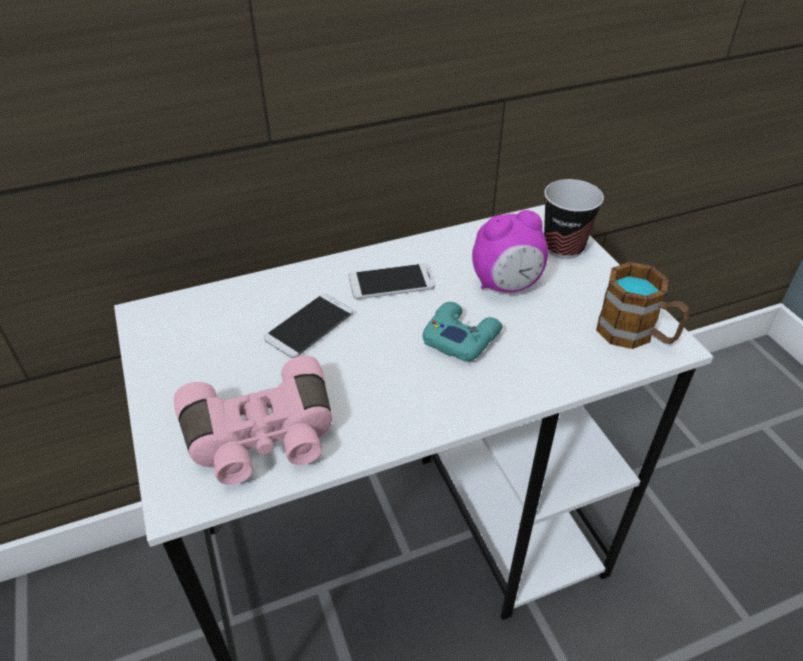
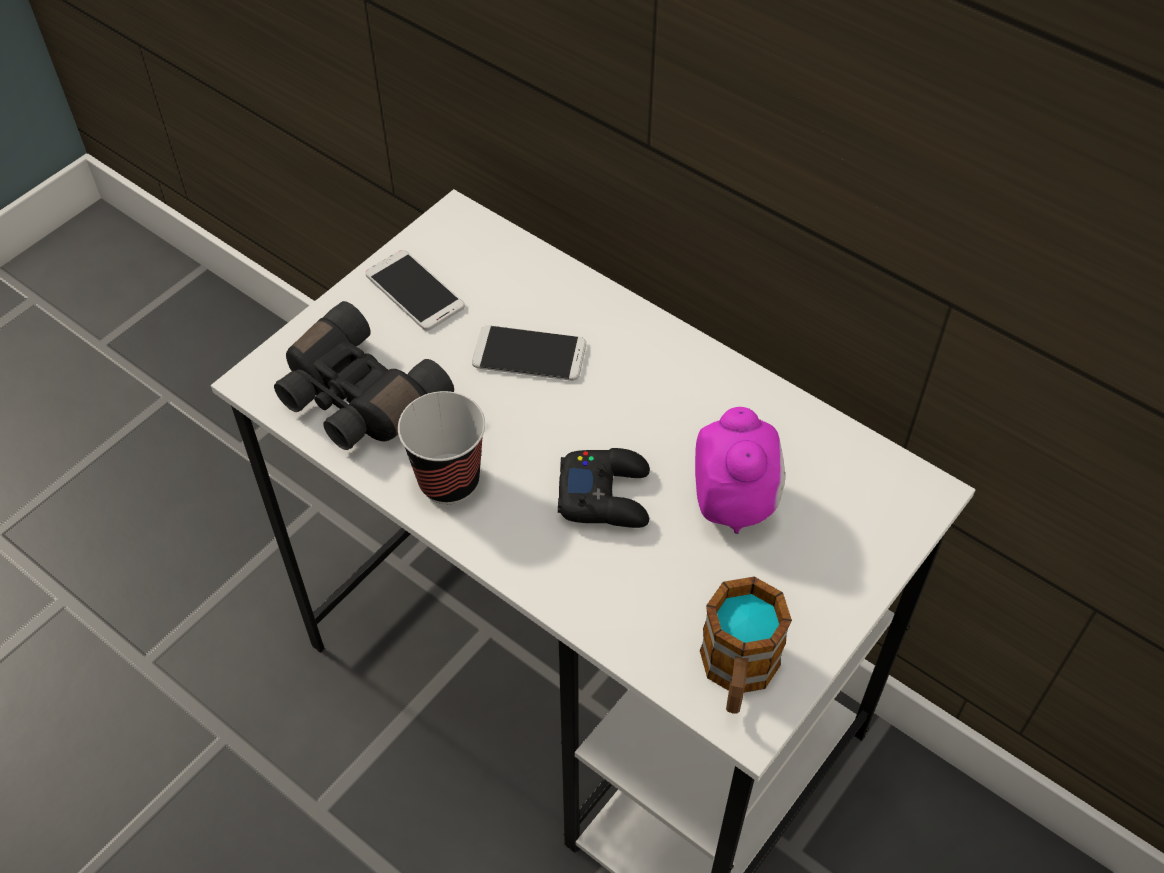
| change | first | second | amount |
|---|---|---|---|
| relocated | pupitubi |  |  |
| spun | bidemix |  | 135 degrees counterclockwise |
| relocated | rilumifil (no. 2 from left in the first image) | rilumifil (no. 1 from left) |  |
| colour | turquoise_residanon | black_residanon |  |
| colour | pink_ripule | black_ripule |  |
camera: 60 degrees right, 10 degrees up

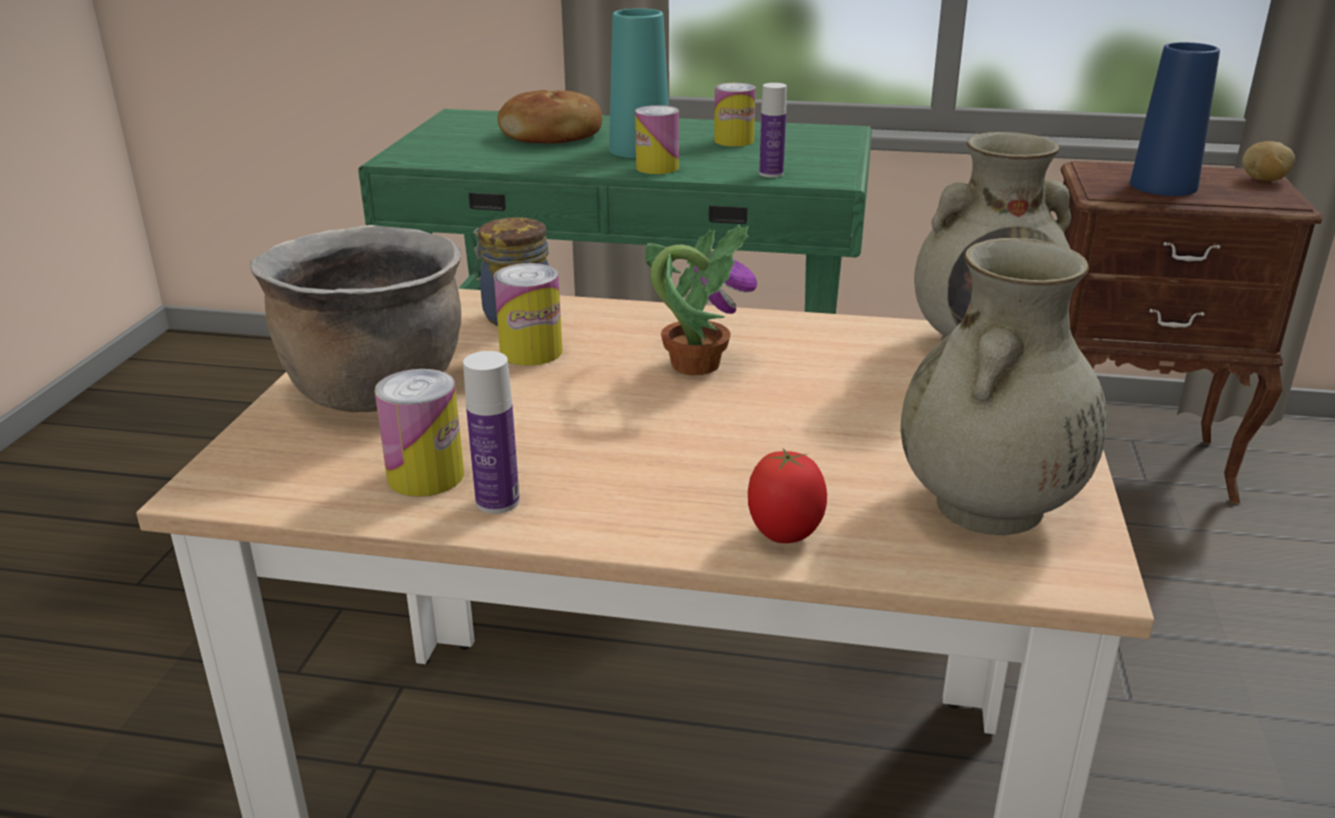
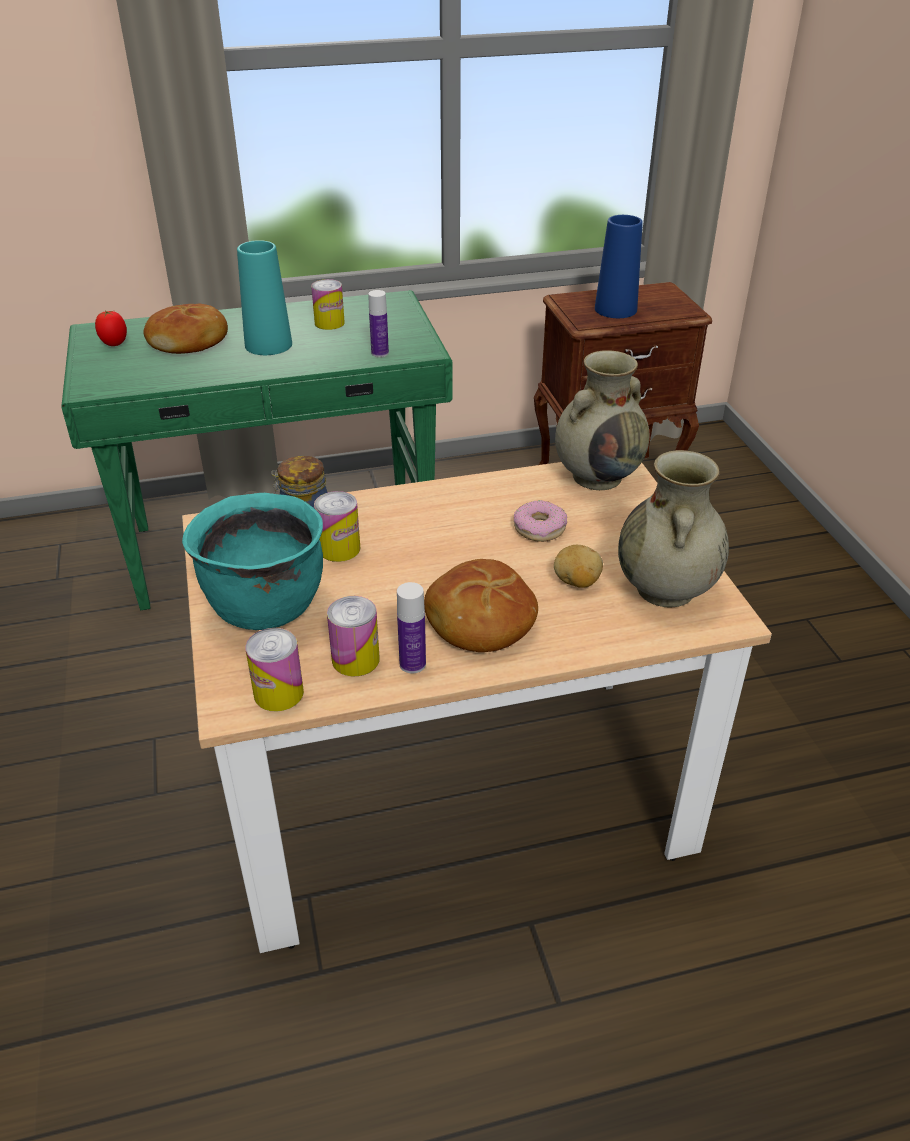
| change | first | second | amount |
|---|---|---|---|
| relocated | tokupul (no. 3 from left in the first image) | tokupul (no. 1 from left) |  |
| relocated | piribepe |  |  |
| missing | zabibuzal |  |  |
| colour | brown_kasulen | turquoise_kasulen |  |
| relocated | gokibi |  |  |
| appeared |  | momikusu |  |
| appeared |  | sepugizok (no. 2 from left) |  |
camera: 25 degrees left, 10 degrees up

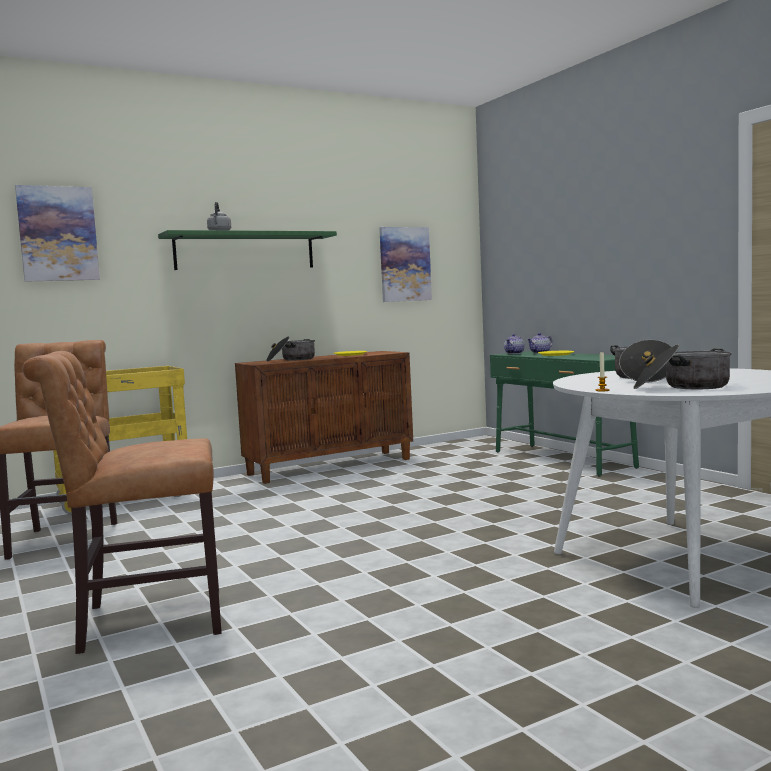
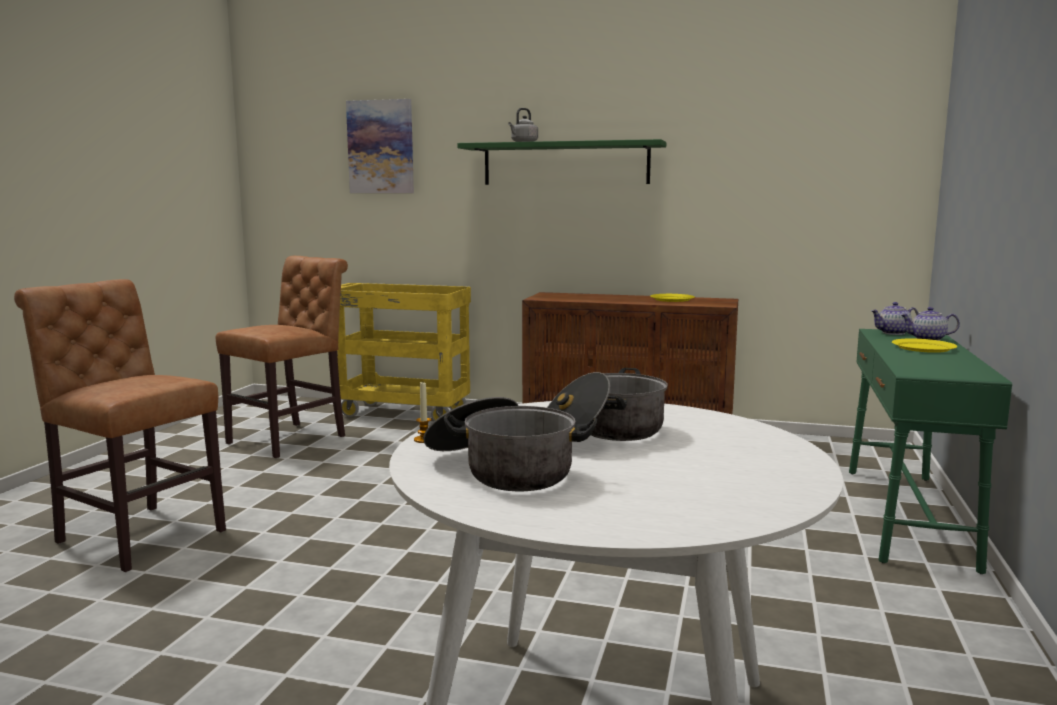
| change | first | second | amount |
|---|---|---|---|
| missing | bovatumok (no. 2 from left) |  |  |
| missing | kasulen (no. 1 from left) |  |  |
camera: 45 degrees right, 5 degrees up

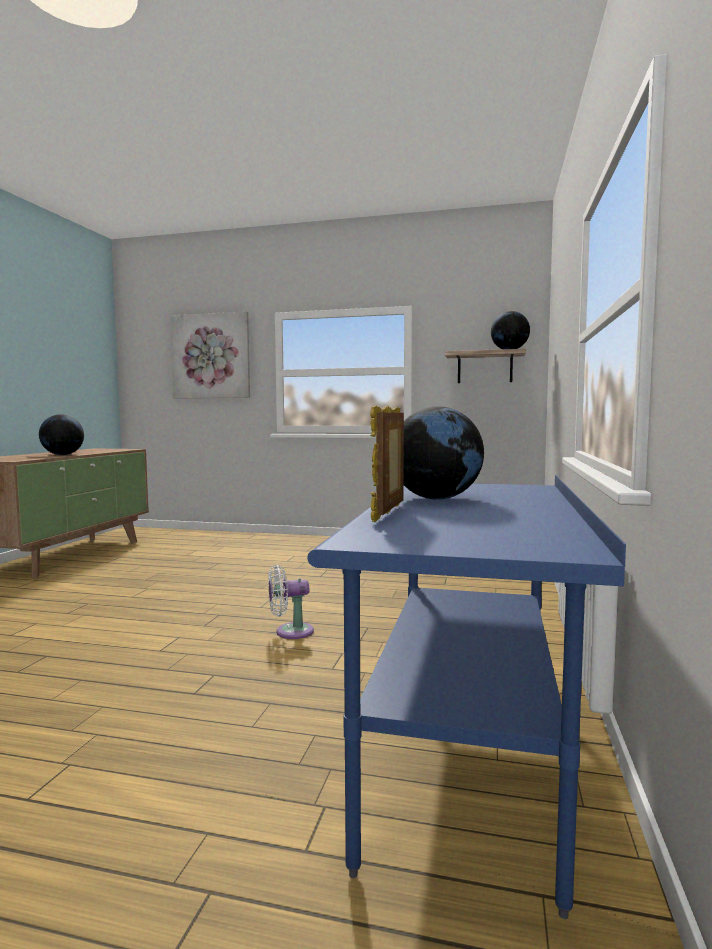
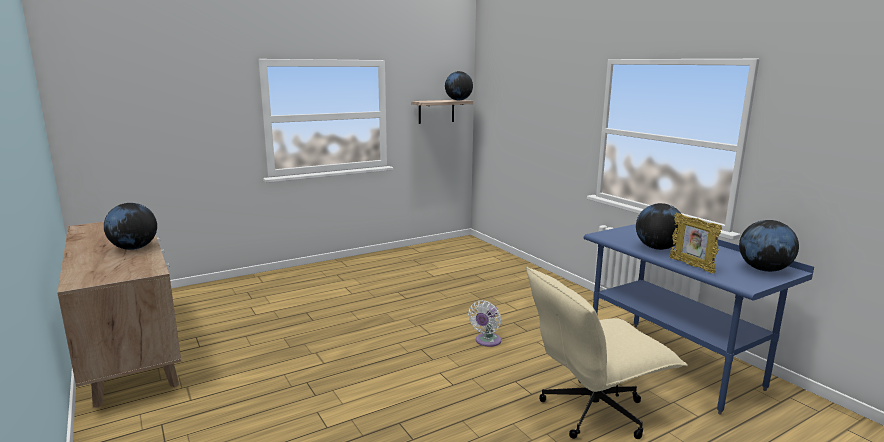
| change | first | second | amount |
|---|---|---|---|
| missing | bovatumok |  |  |
| appeared |  | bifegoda (no. 4 from left) |  |
| appeared |  | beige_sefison |  |
camera: 45 degrees left, 10 degrees up

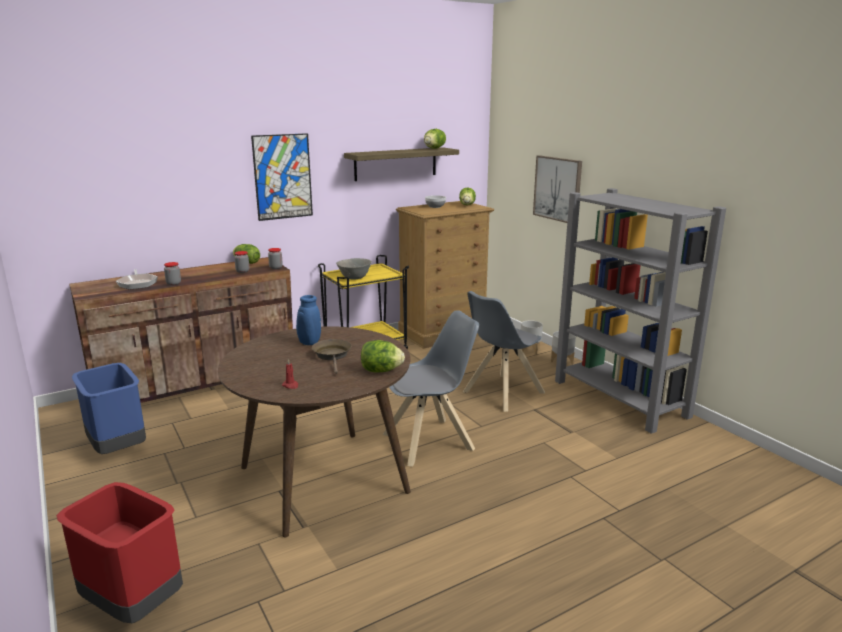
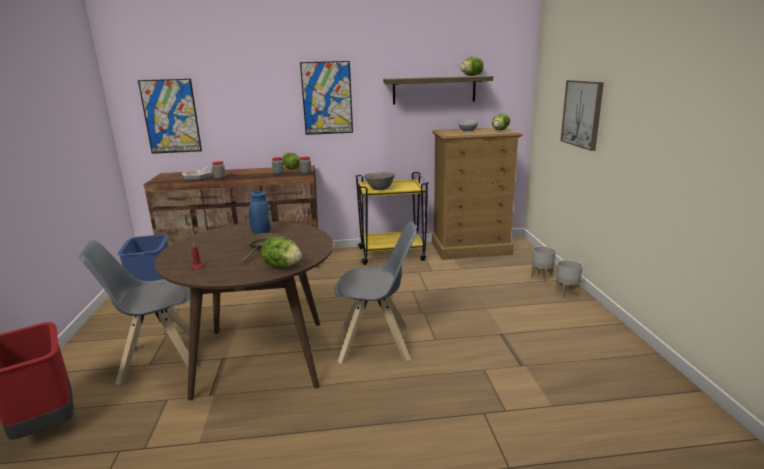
| change | first | second | amount |
|---|---|---|---|
| missing | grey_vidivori |  |  |
| relocated | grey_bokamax (no. 2 from left in the first image) | grey_bokamax (no. 1 from left) |  |
| appeared |  | bovatumok (no. 1 from left) |  |
camera: 25 degrees right, 0 degrees up

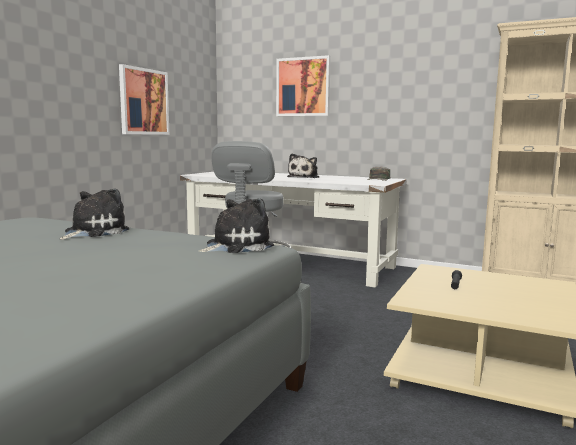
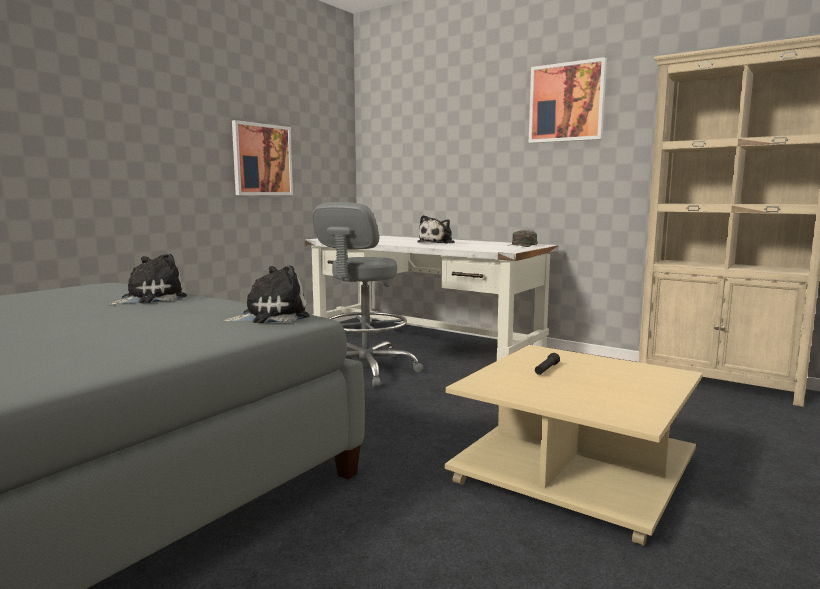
| change | first | second | amount |
|---|---|---|---|
| relocated | bovatumok (no. 2 from left) |  |  |
camera: 10 degrees right, 0 degrees up

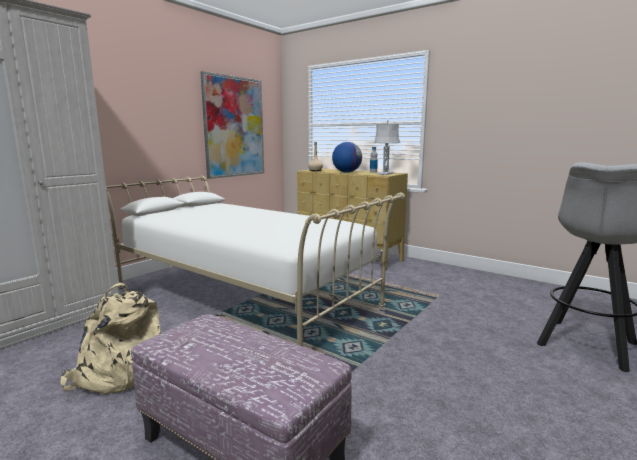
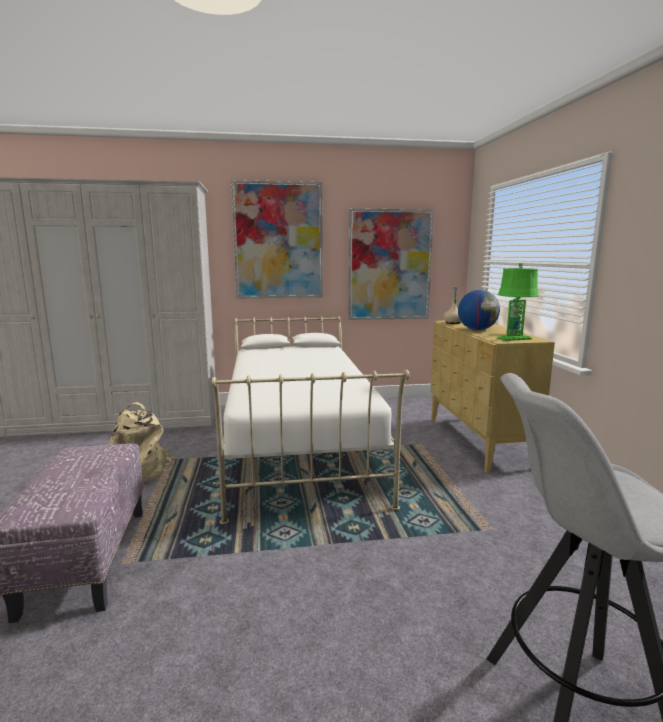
| change | first | second | amount |
|---|---|---|---|
| colour | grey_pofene | green_pofene |  |
| appeared |  | bovatumok (no. 1 from left) |  |
camera: 45 degrees right, 0 degrees up

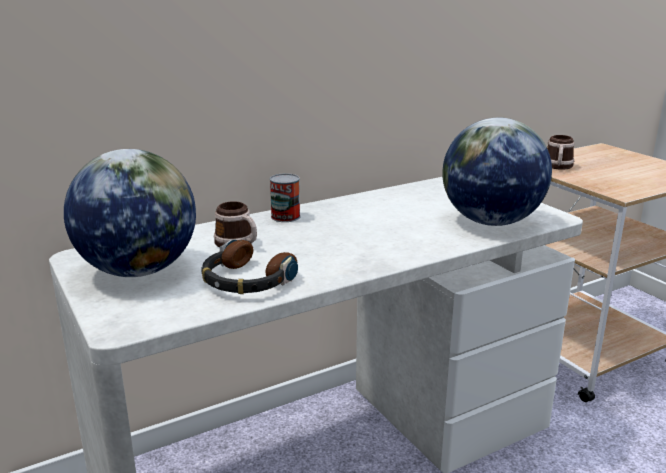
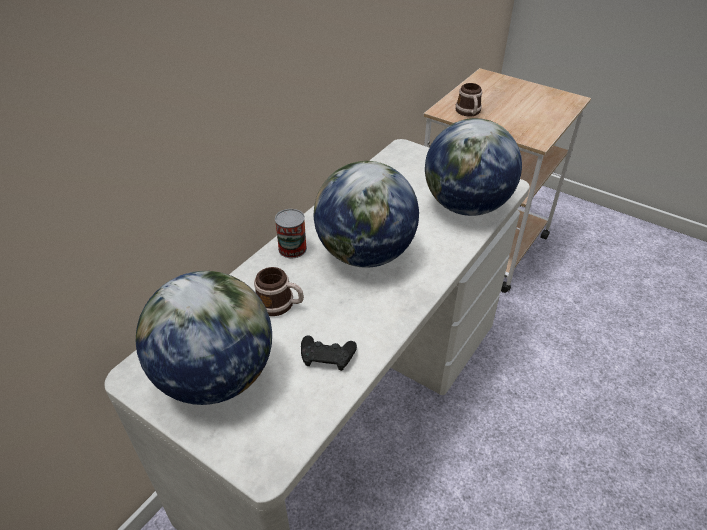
| change | first | second | amount |
|---|---|---|---|
| exchanged | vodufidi | black_residanon |  |
| appeared |  | bifegoda (no. 2 from left) |  |
camera: 25 degrees left, 20 degrees up

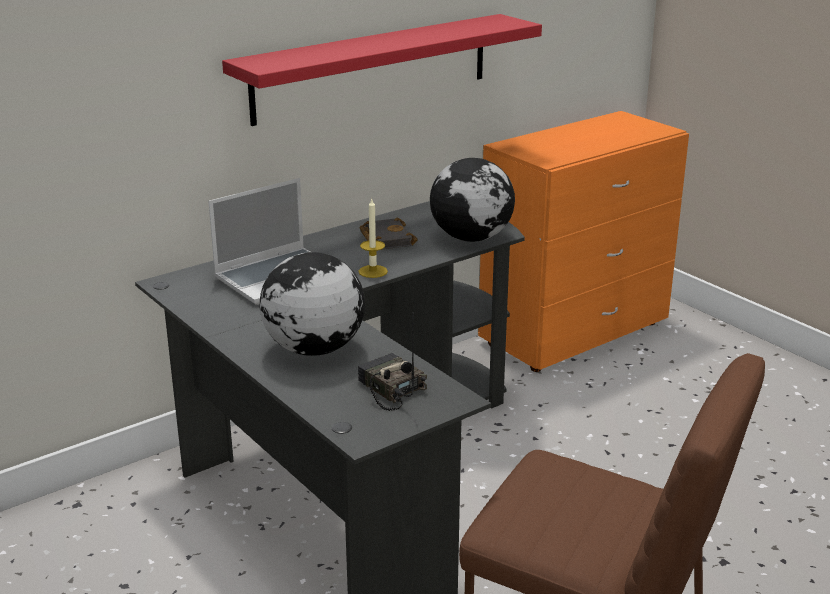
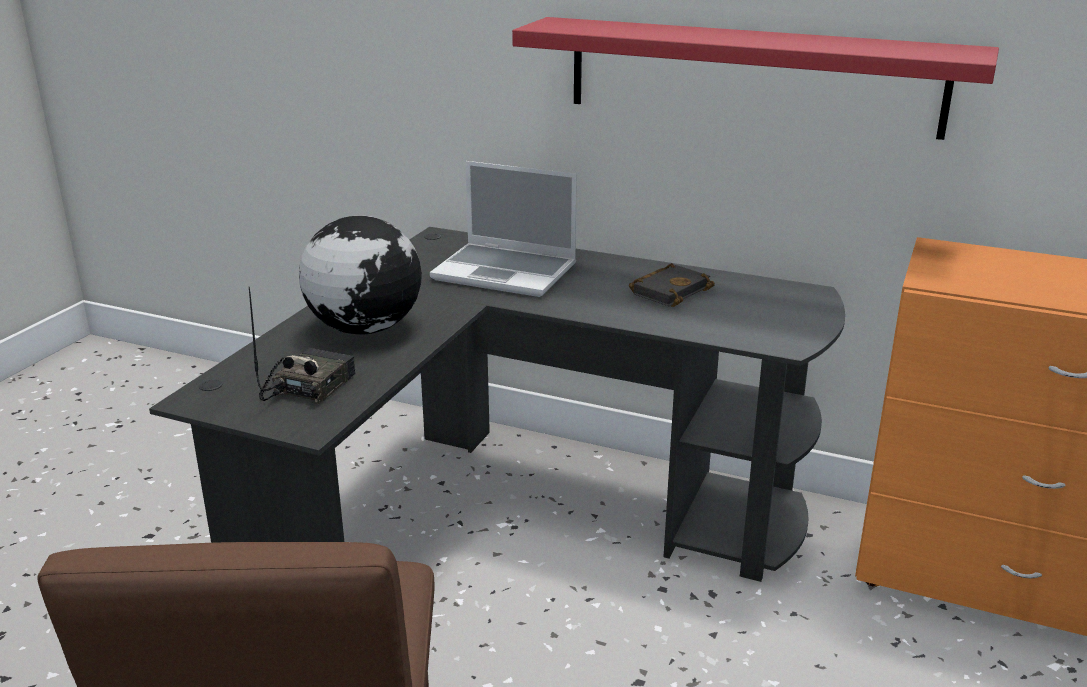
| change | first | second | amount |
|---|---|---|---|
| missing | bifegoda (no. 2 from left) |  |  |
| missing | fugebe |  |  |
camera: 60 degrees right, 0 degrees up

